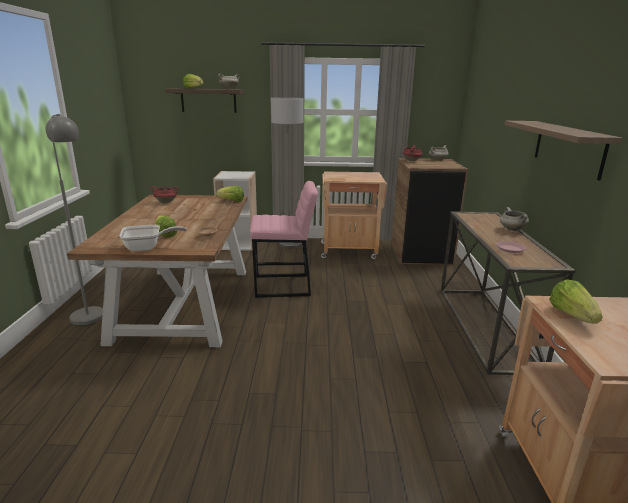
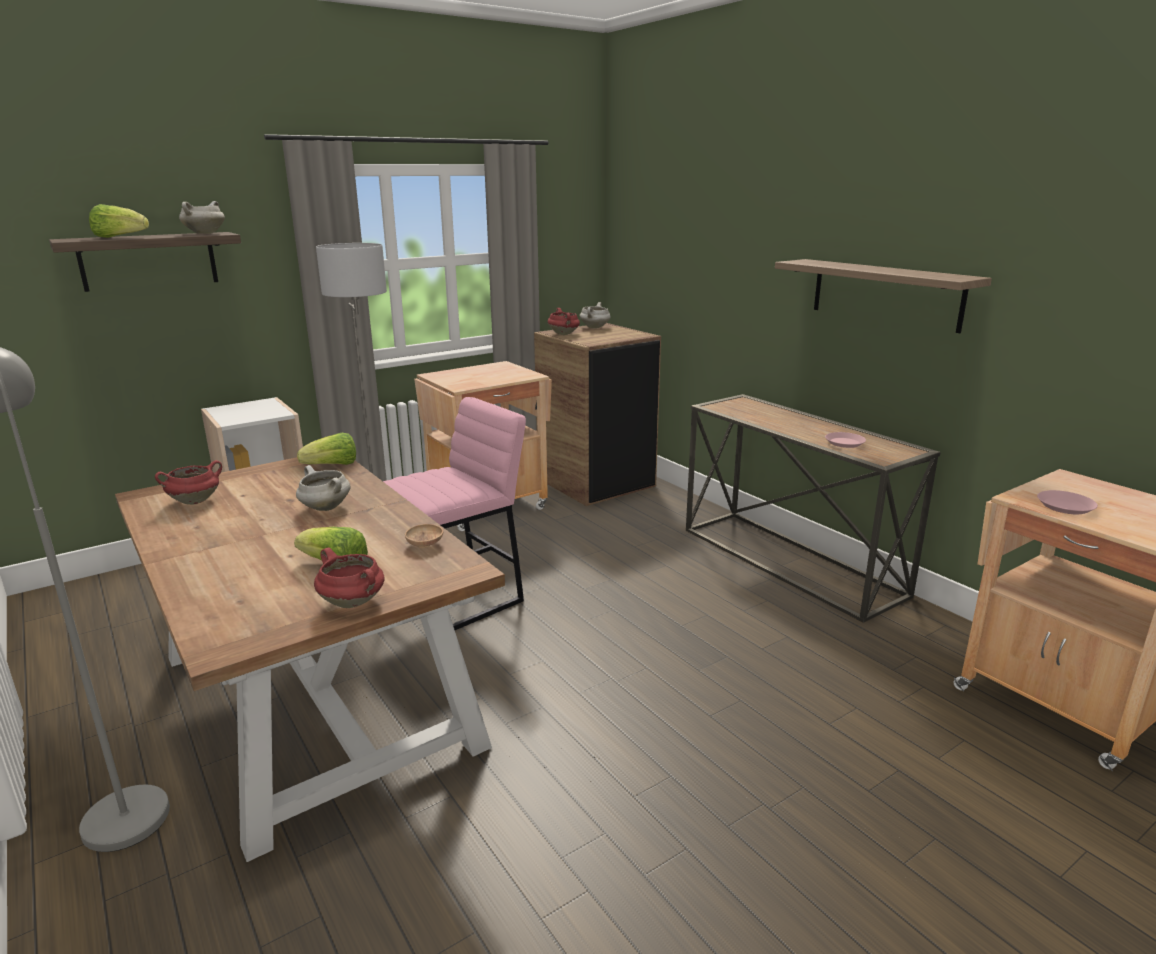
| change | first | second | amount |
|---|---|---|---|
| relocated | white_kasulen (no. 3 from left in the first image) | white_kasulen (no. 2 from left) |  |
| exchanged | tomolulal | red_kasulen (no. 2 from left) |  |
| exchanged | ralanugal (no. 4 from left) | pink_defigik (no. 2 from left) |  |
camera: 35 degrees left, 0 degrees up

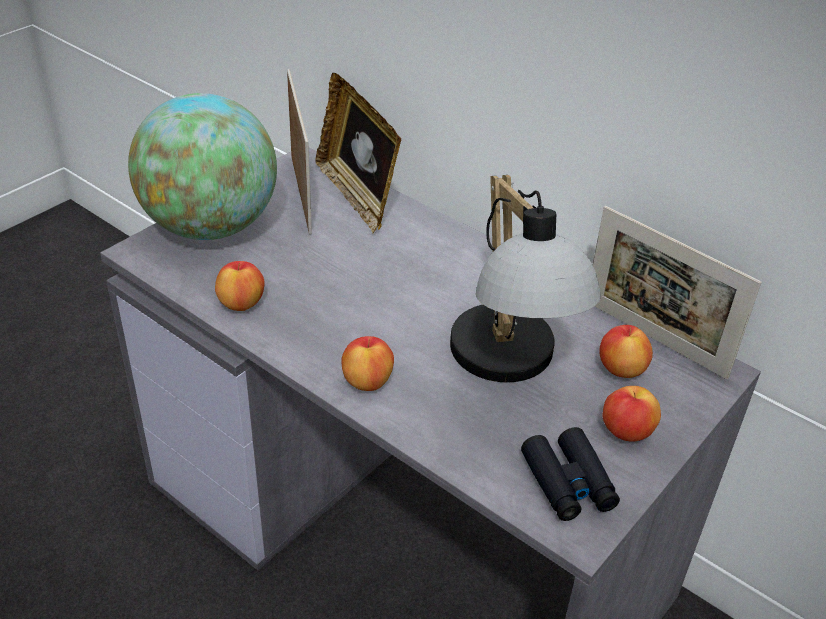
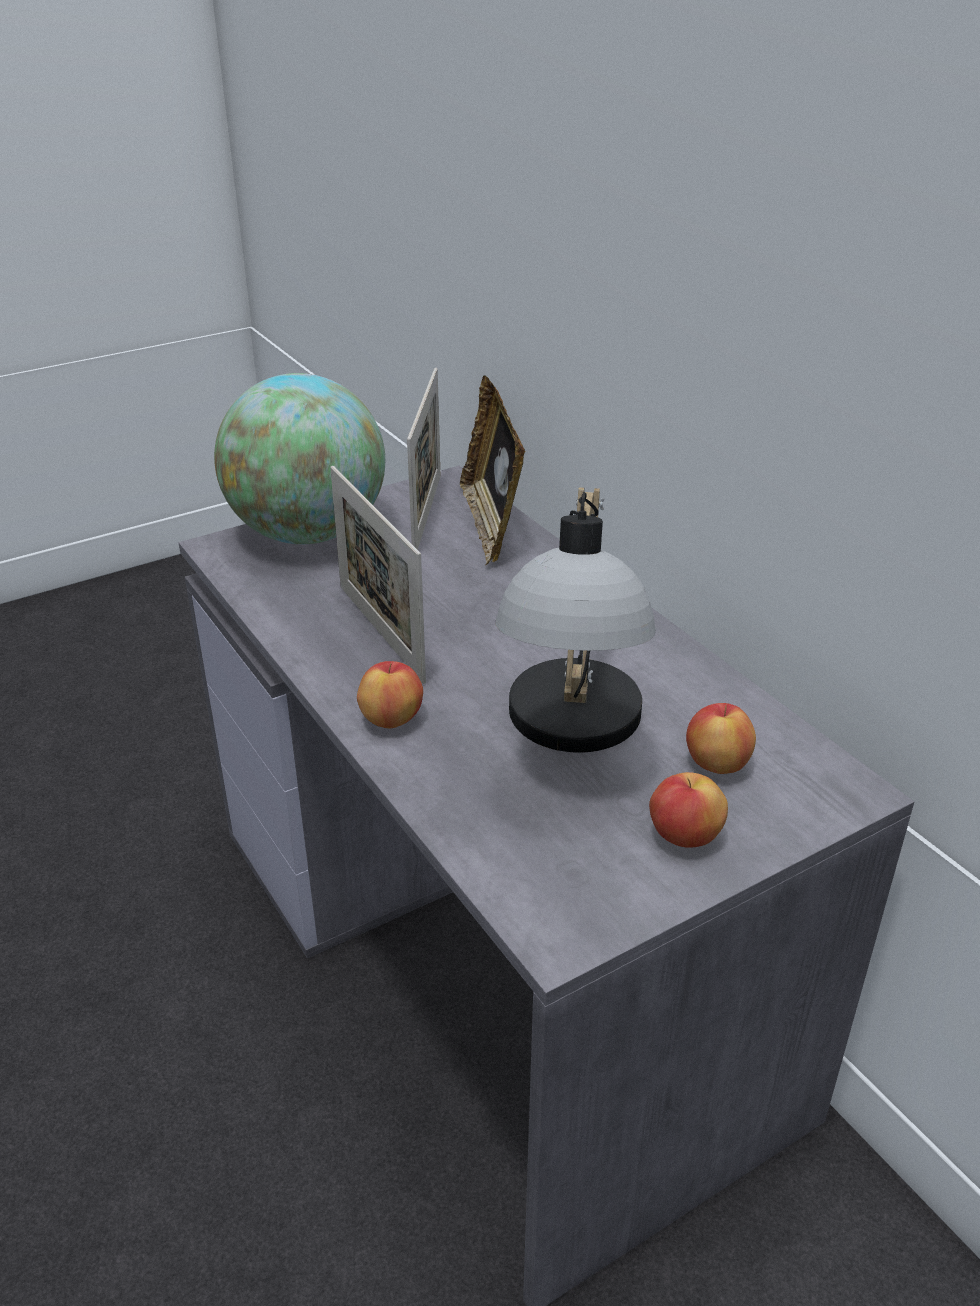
| change | first | second | amount |
|---|---|---|---|
| relocated | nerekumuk (no. 3 from left in the first image) | nerekumuk (no. 1 from left) |  |
| missing | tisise (no. 1 from left) |  |  |
| missing | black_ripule |  |  |
camera: 20 degrees right, 5 degrees down

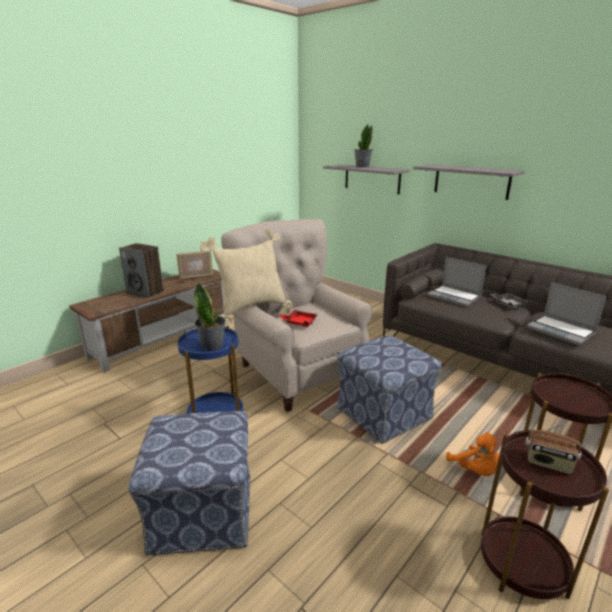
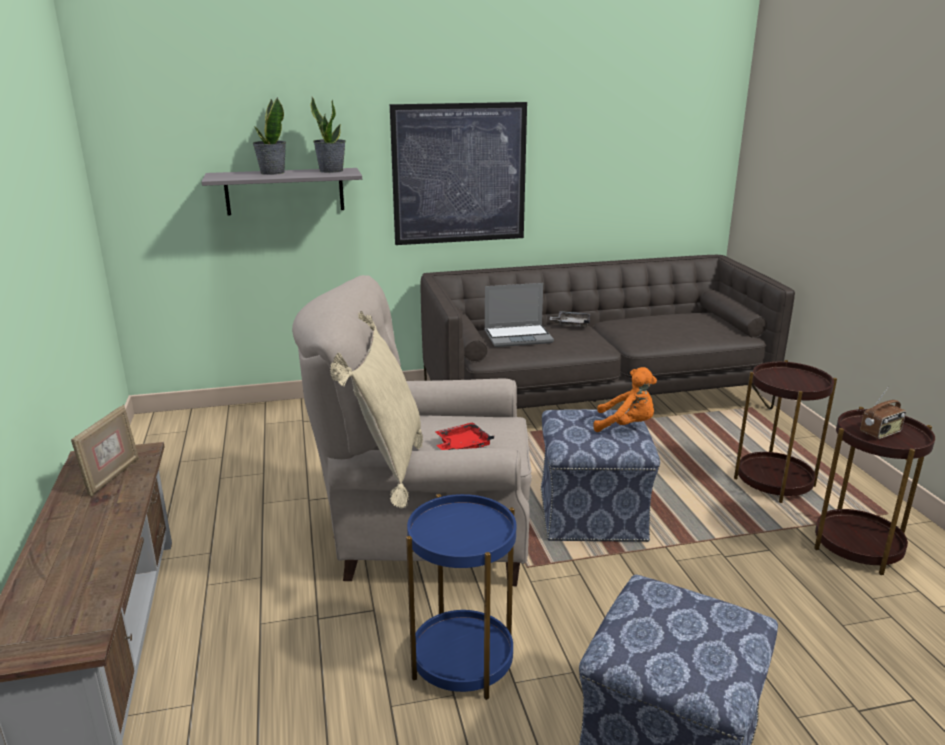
| change | first | second | amount |
|---|---|---|---|
| exchanged | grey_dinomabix (no. 2 from left) | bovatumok |  |
| missing | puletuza |  |  |
| missing | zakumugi (no. 2 from left) |  |  |
| relocated | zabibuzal (no. 1 from left in the first image) | zabibuzal (no. 2 from left) |  |
| relocated | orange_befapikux |  |  |
camera: 55 degrees left, 0 degrees up

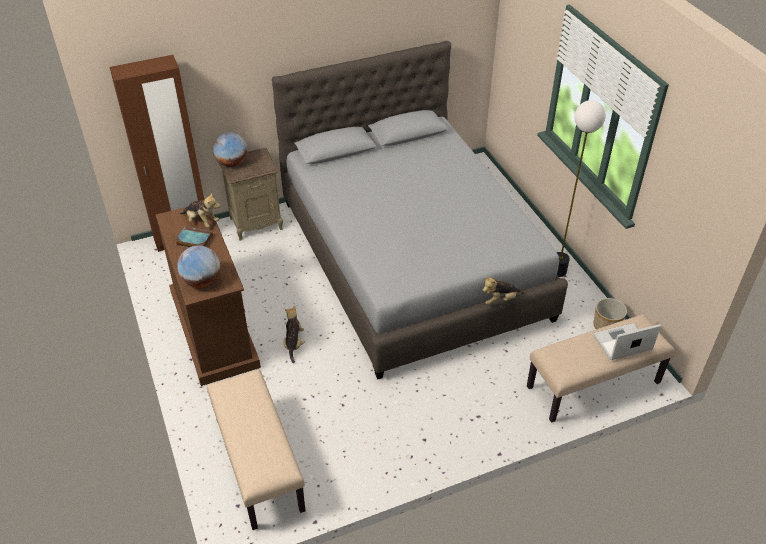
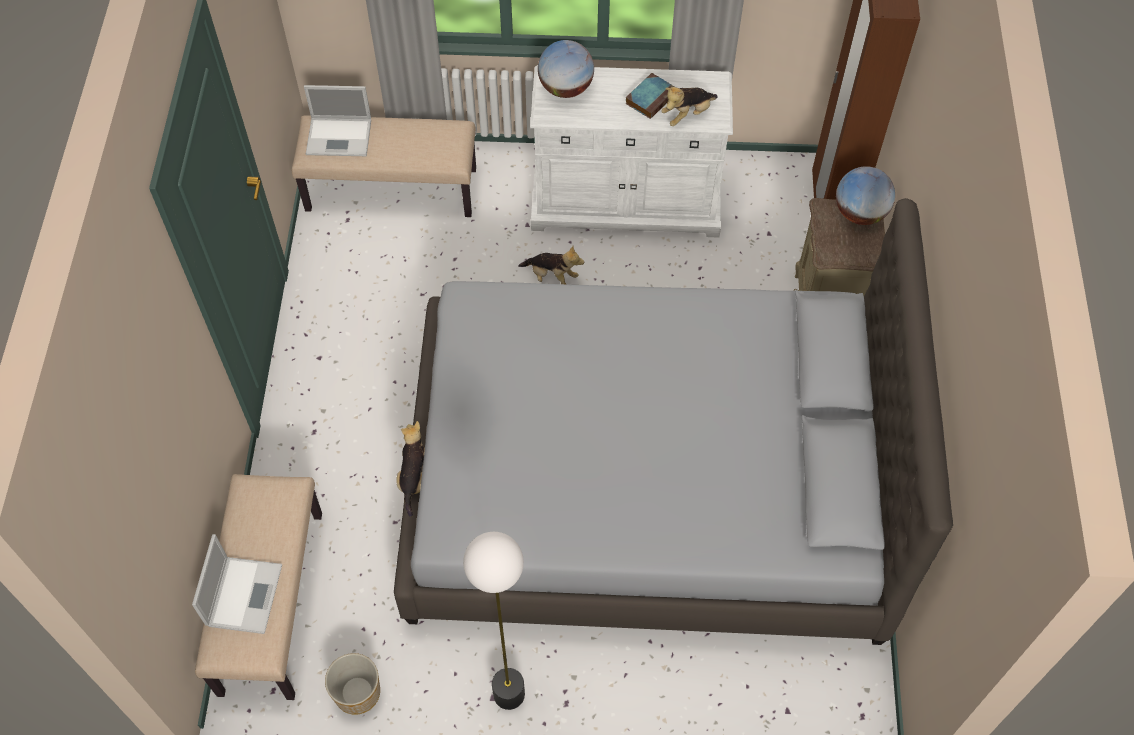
| change | first | second | amount |
|---|---|---|---|
| colour | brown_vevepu | white_vevepu |  |
| appeared |  | zakumugi (no. 2 from left) |  |
camera: 115 degrees right, 15 degrees up

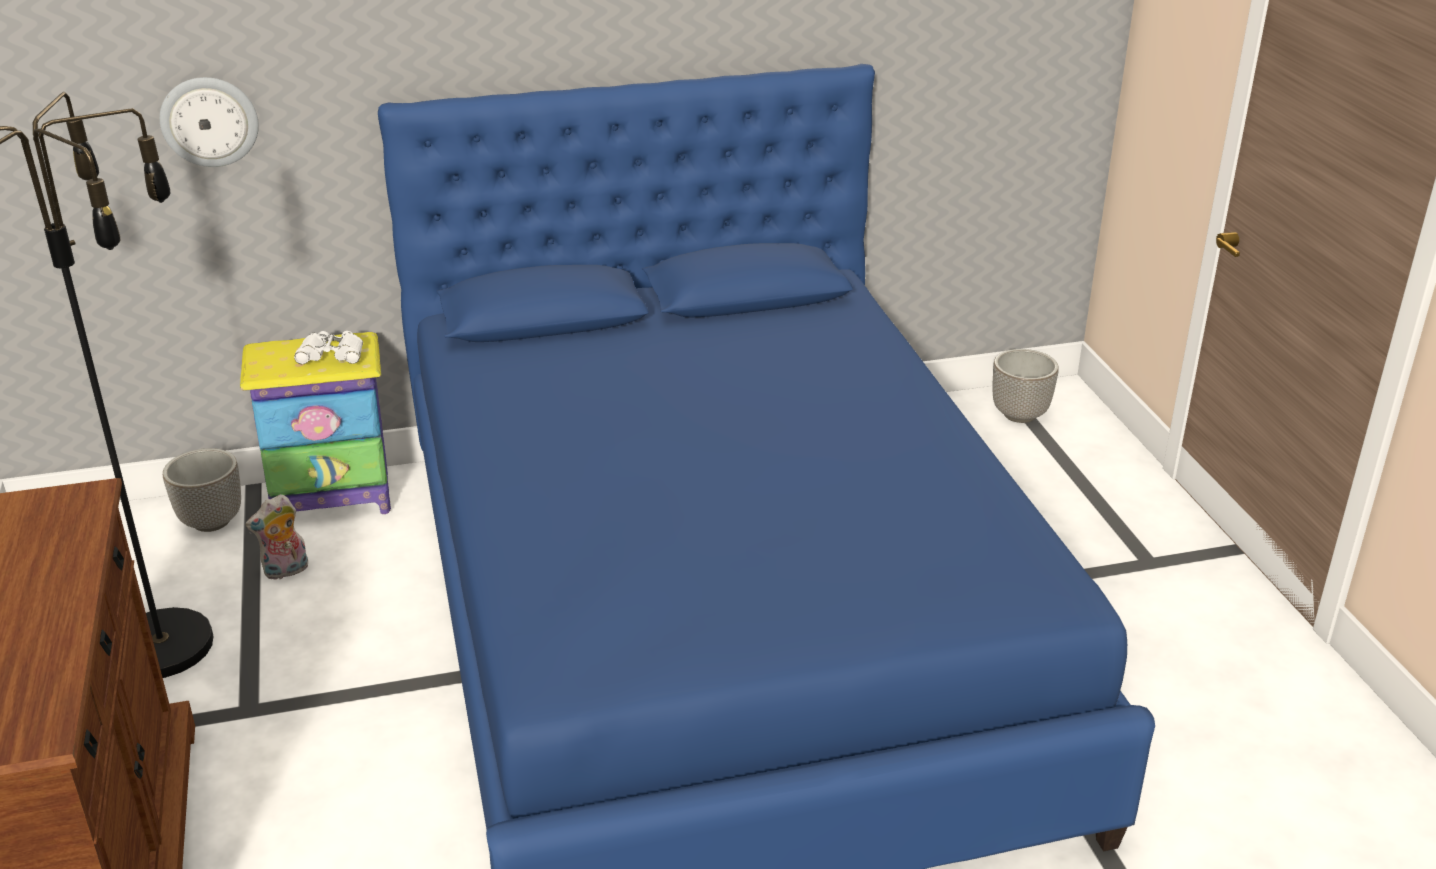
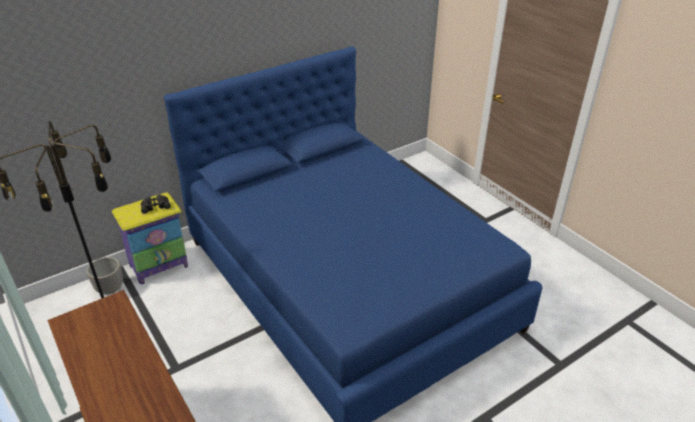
| change | first | second | amount |
|---|---|---|---|
| missing | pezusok |  |  |
| colour | white_ripule | black_ripule |  |
| missing | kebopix (no. 2 from left) |  |  |
| missing | befapikux |  |  |
camera: 20 degrees left, 5 degrees up

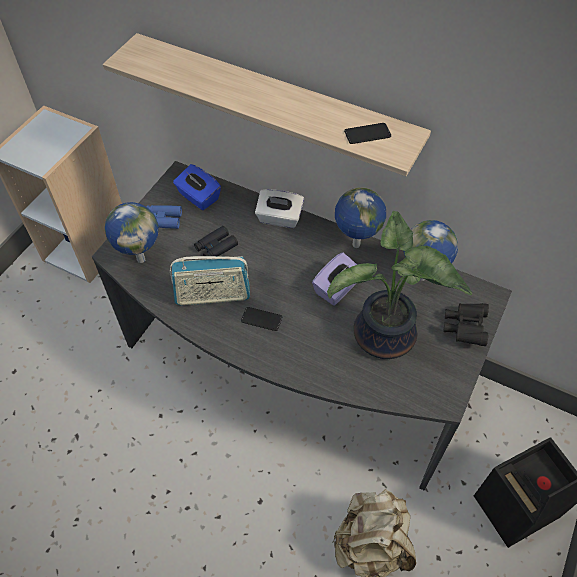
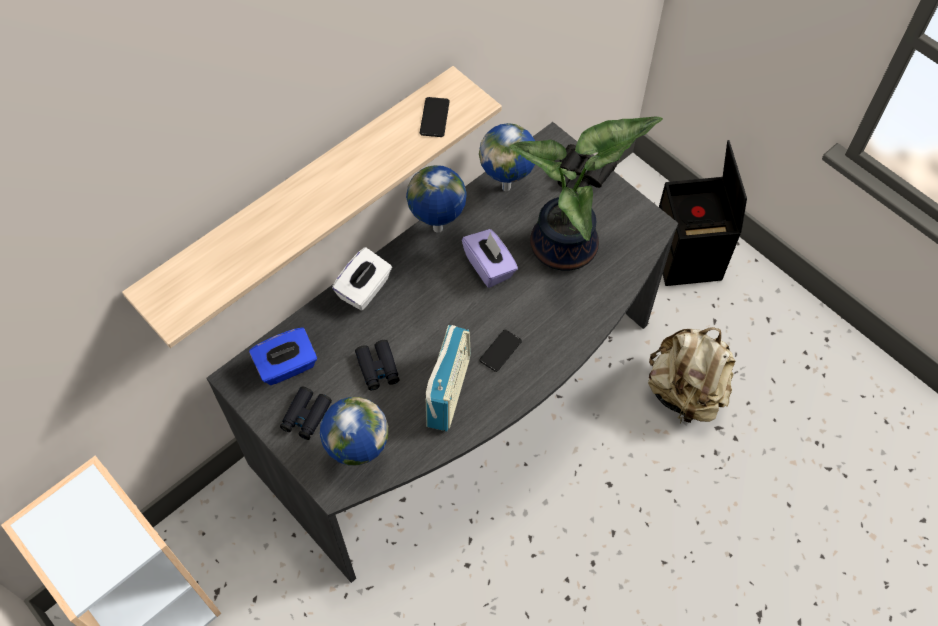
| change | first | second | amount |
|---|---|---|---|
| colour | blue_ripule | black_ripule (no. 1 from left) |  |
camera: 70 degrees left, 5 degrees up

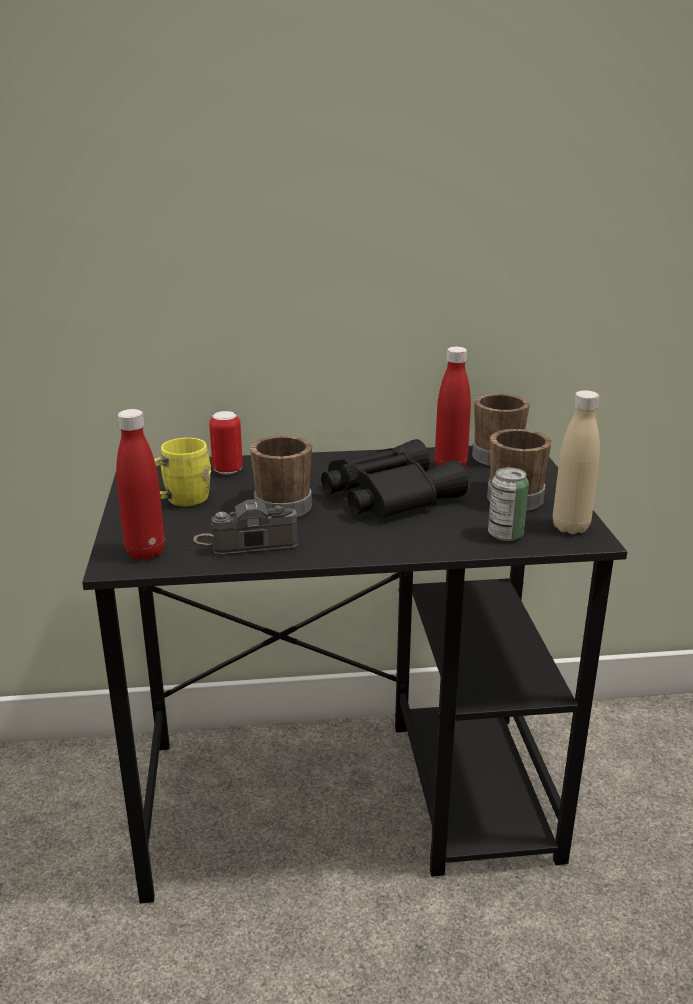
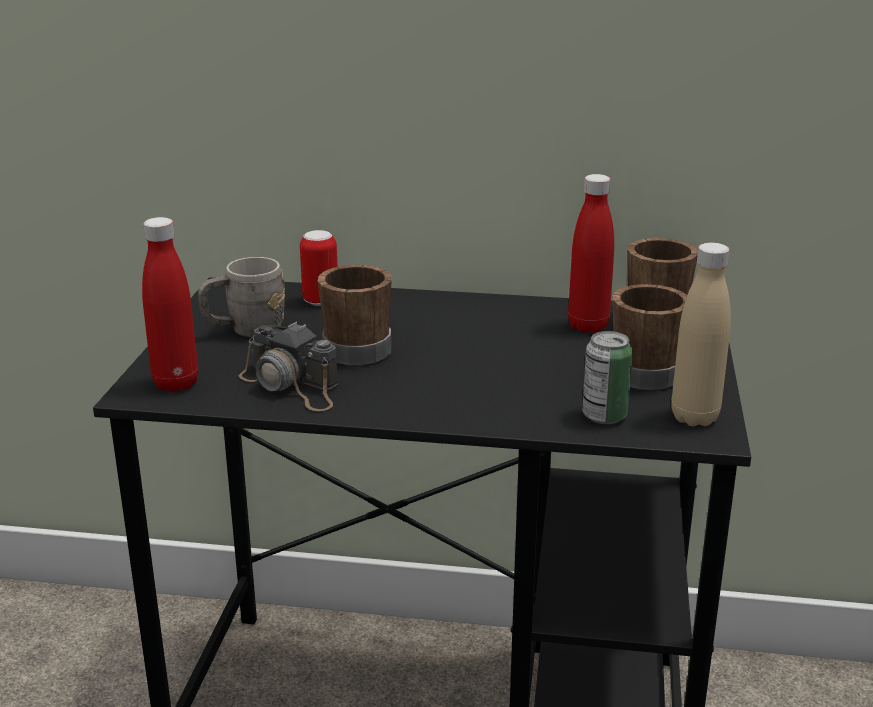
| change | first | second | amount |
|---|---|---|---|
| colour | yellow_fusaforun | grey_fusaforun |  |
| missing | black_ripule |  |  |
| spun | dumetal |  | 150 degrees counterclockwise |
camera: 15 degrees right, 0 degrees up

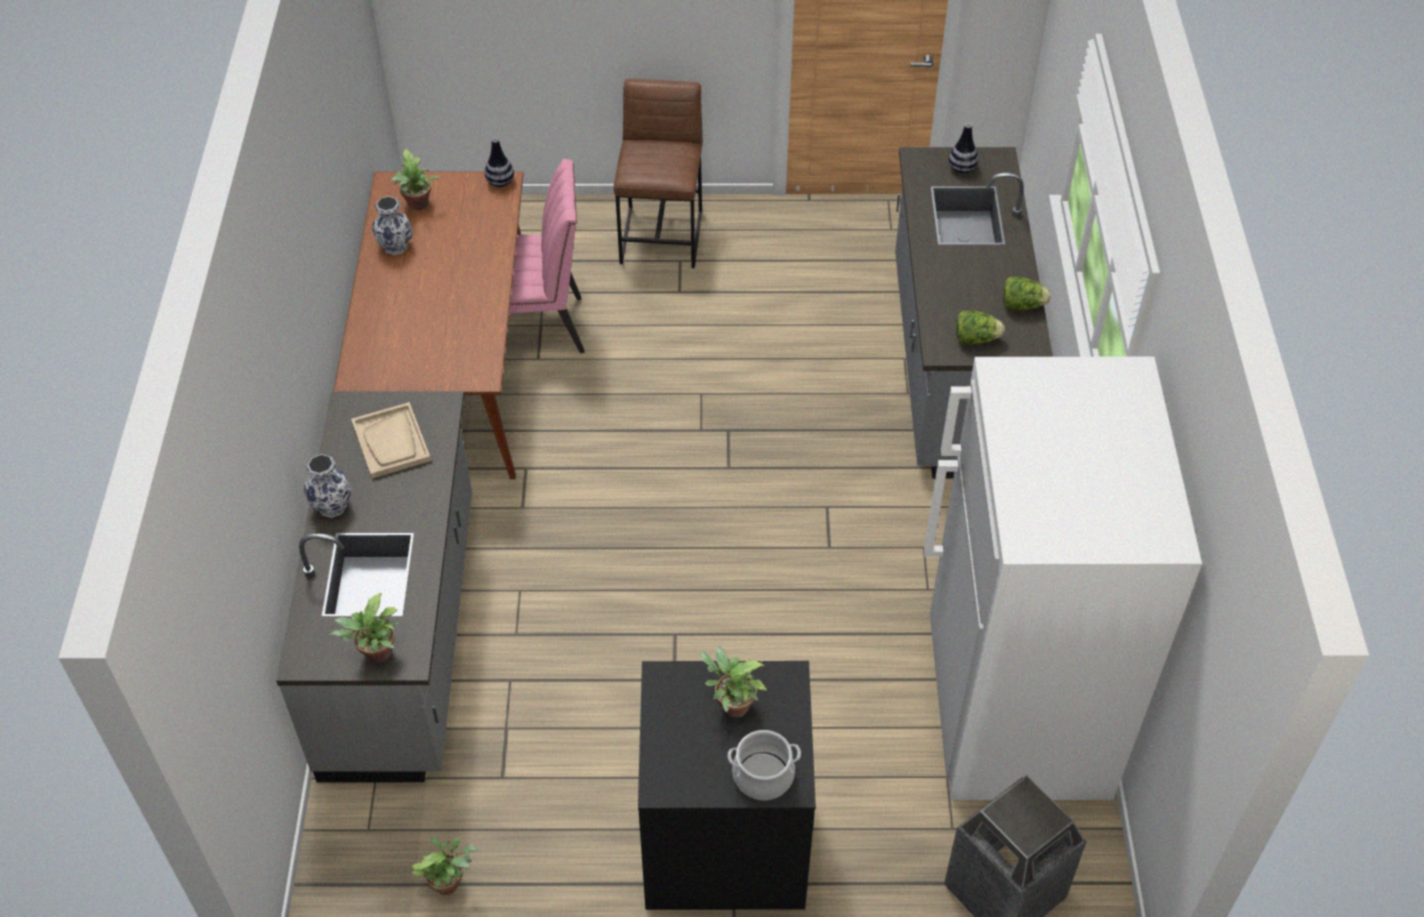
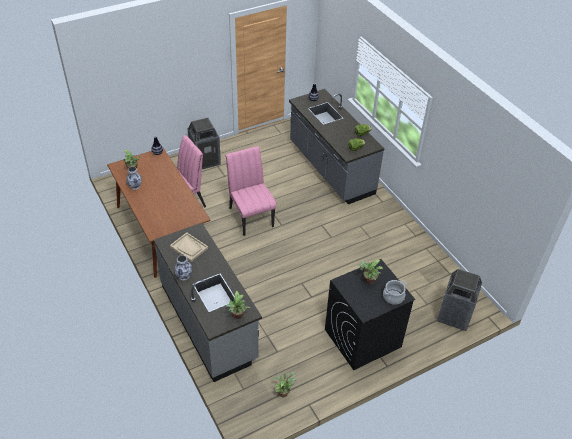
| change | first | second | amount |
|---|---|---|---|
| exchanged | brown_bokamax | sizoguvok (no. 1 from left) |  |
| missing | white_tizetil |  |  |
| appeared |  | pink_bokamax (no. 2 from left) |  |
camera: 30 degrees left, 5 degrees down

